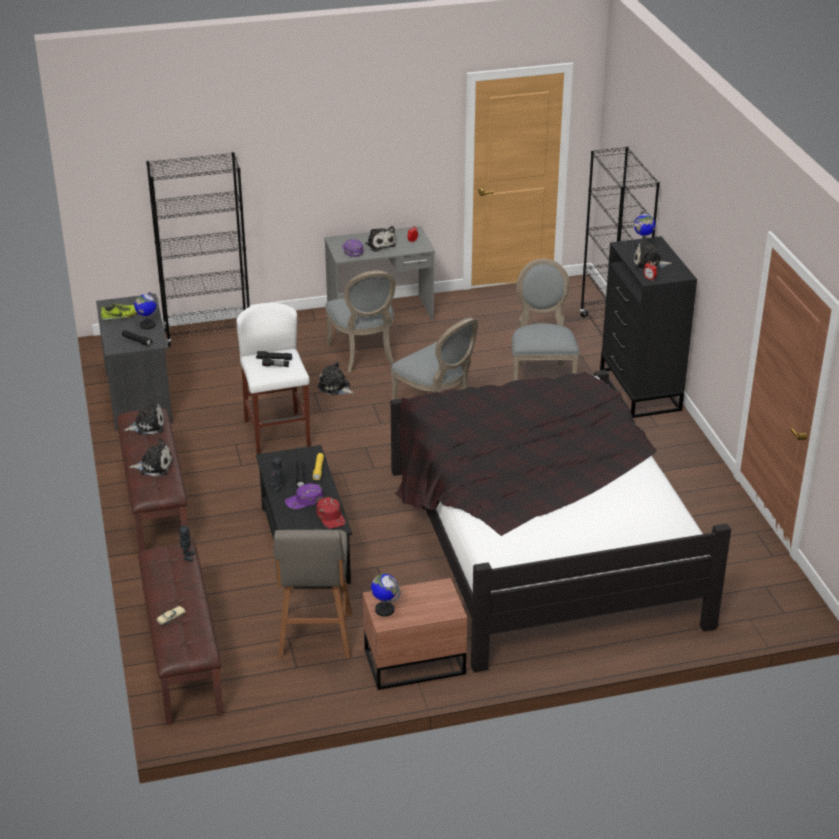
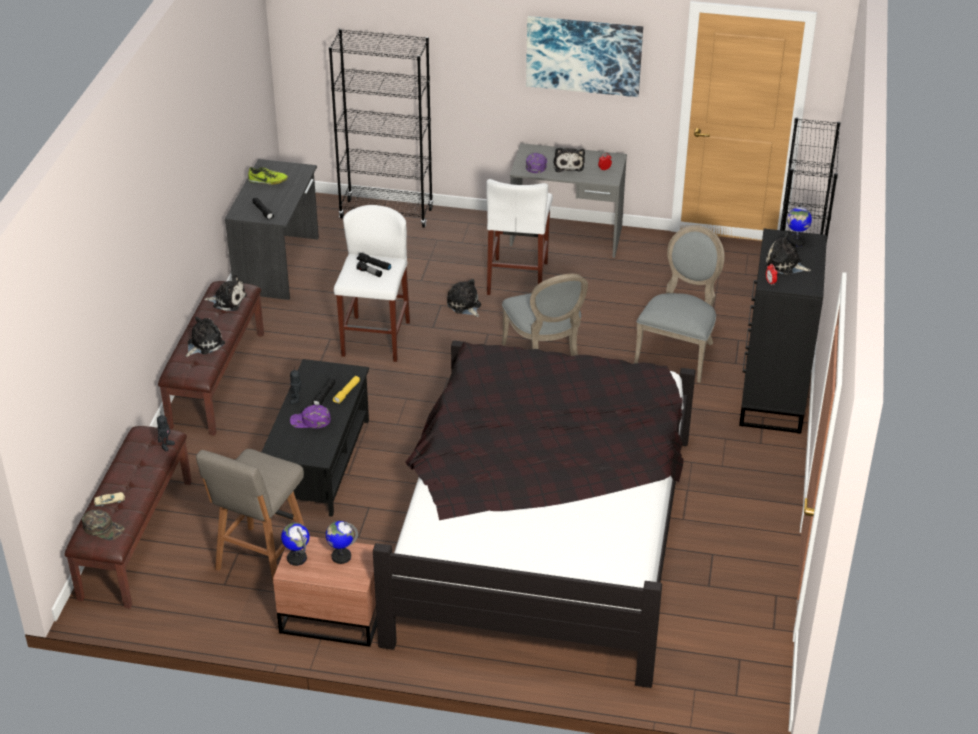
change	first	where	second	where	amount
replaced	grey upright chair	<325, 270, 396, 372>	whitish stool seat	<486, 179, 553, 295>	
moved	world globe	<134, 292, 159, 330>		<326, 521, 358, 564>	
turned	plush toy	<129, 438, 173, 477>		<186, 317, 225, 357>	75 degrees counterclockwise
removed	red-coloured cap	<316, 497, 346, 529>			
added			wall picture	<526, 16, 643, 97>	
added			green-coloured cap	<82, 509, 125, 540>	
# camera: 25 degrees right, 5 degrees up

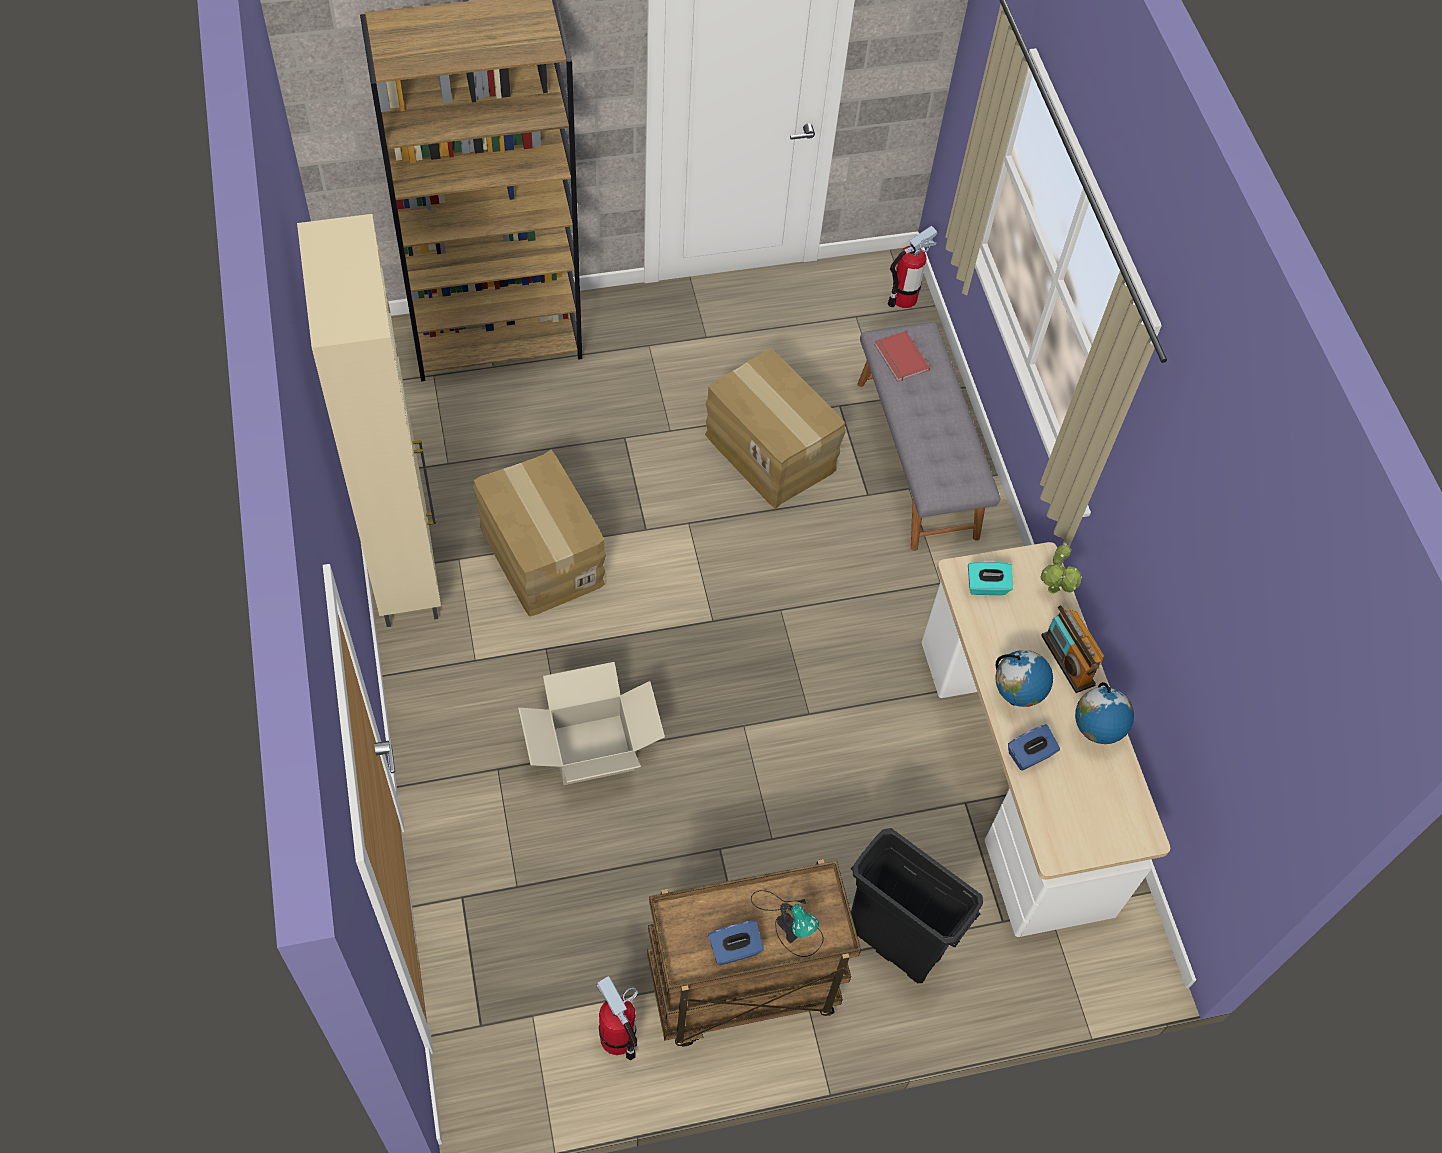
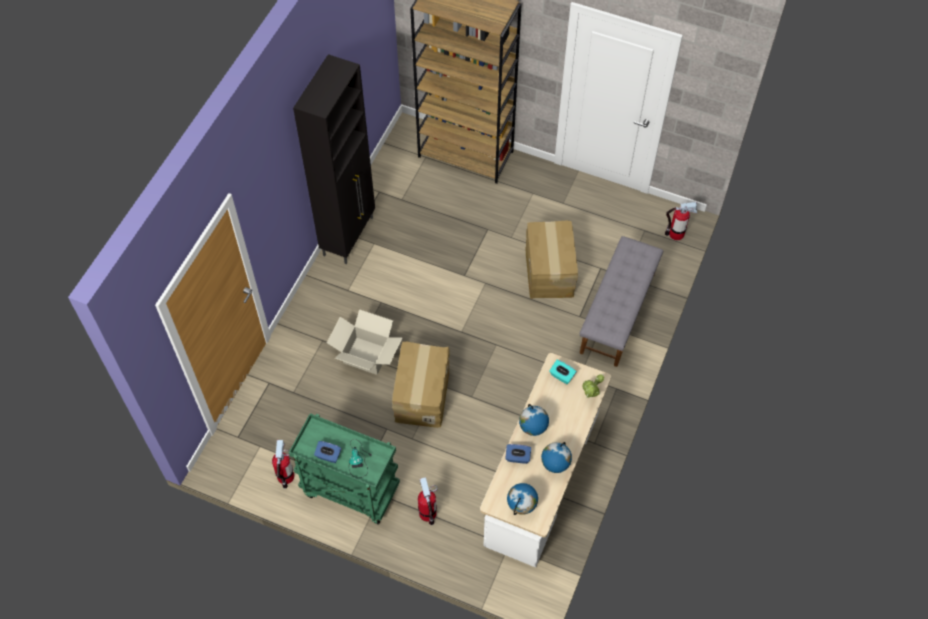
change	first	where	second	where	amount
recoloured	beige-coloured storage cabinet	<297, 214, 441, 627>	black storage cabinet	<293, 54, 375, 264>	
removed	red-coloured book	<874, 331, 930, 382>			
moved	carton	<473, 450, 606, 617>		<392, 342, 450, 428>	
removed	radio receiver	<1041, 605, 1104, 693>			
replaced	black trash can	<851, 828, 983, 983>	fire-fighting cylinder	<418, 477, 438, 525>	
recoloured	brownish cart	<647, 859, 861, 1046>	green-coloured cart	<289, 413, 400, 525>	
added			world globe	<507, 483, 538, 515>	
# camera: 40 degrees right, 0 degrees up

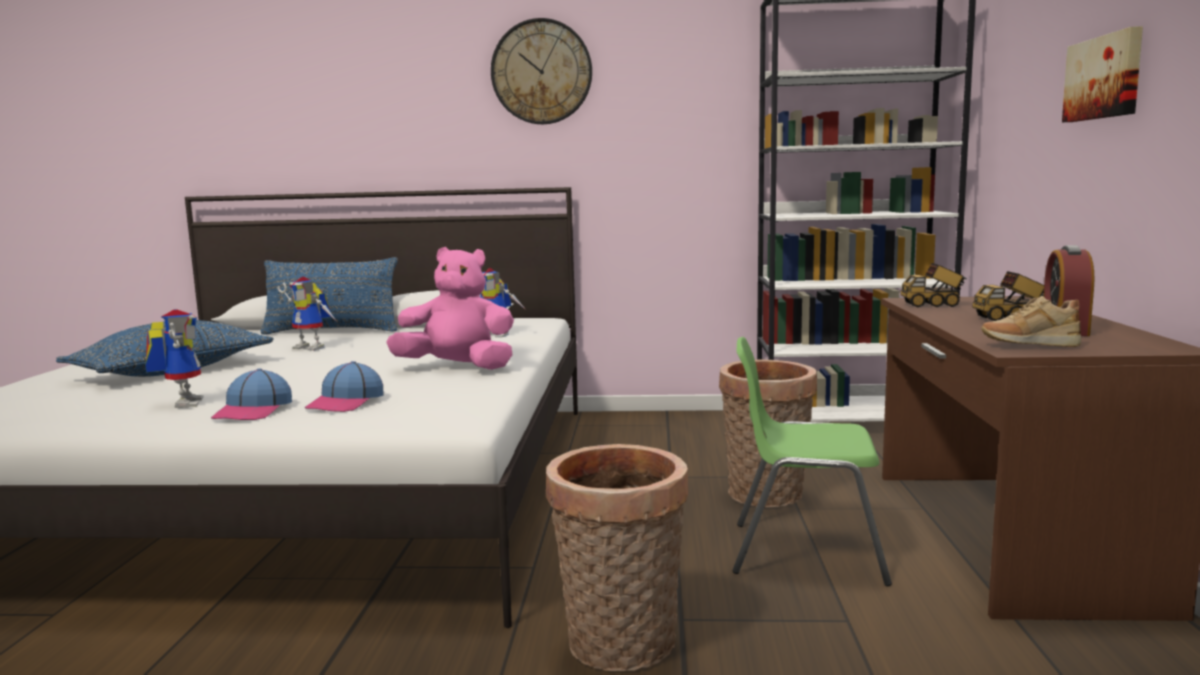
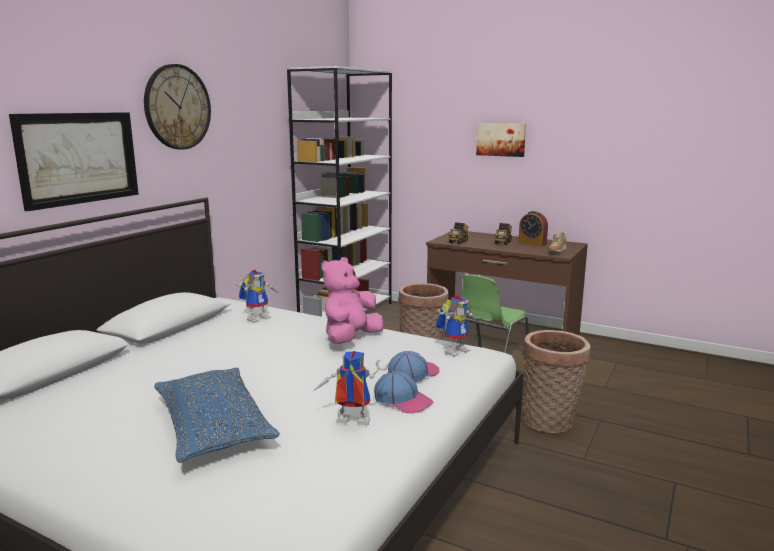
change	first	where	second	where	amount
removed	blue cushion	<260, 257, 398, 335>			
moved	toy robot	<277, 277, 337, 351>		<436, 295, 479, 357>	
turned	cap	<305, 361, 383, 412>		<388, 351, 440, 382>	90 degrees counterclockwise
added			wall picture	<9, 112, 139, 211>	
# camera: 65 degrees left, 5 degrees up

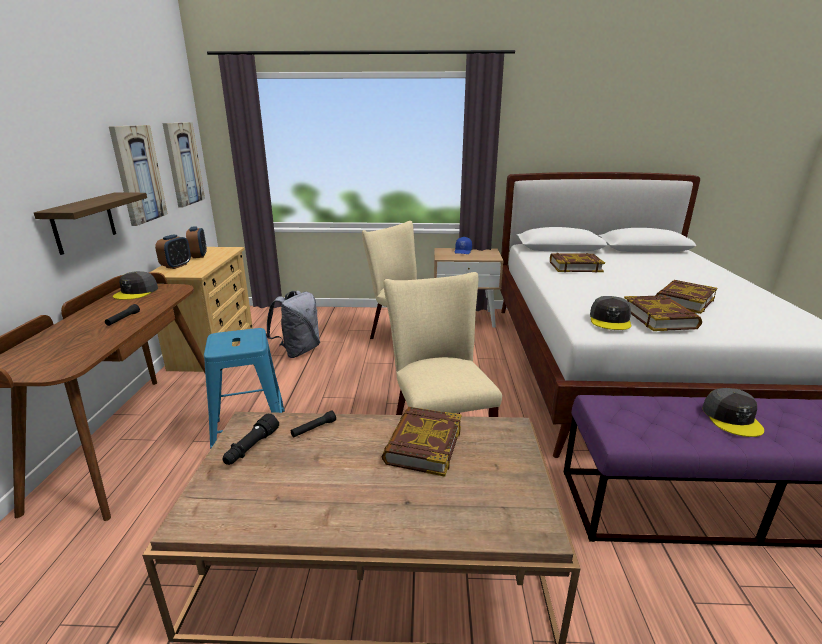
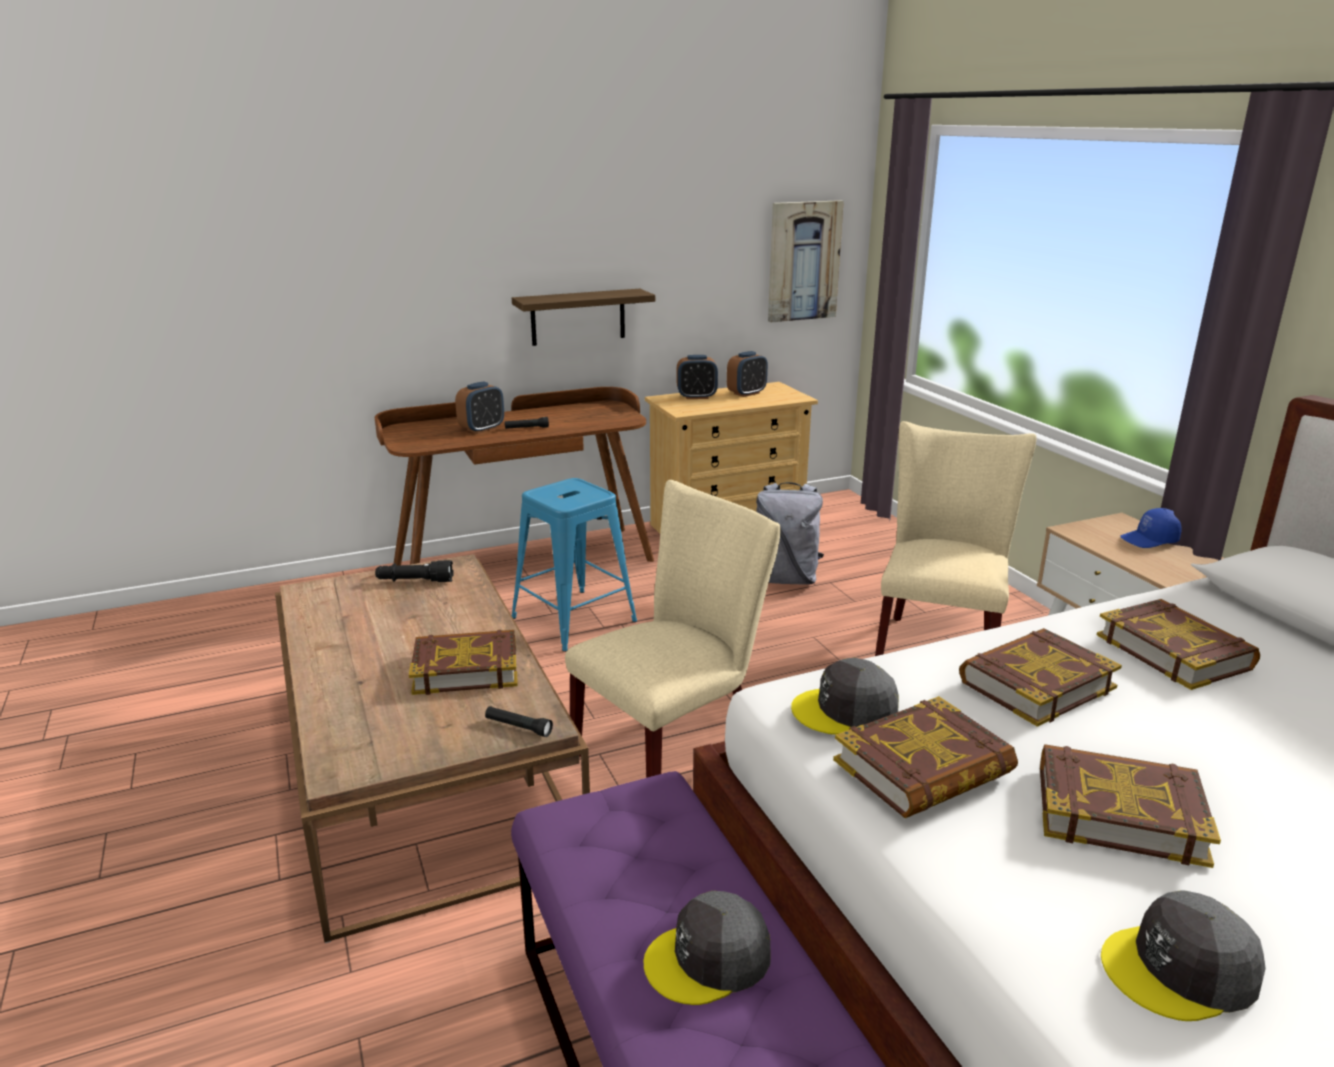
change	first	where	second	where	amount
removed	wall picture	<109, 125, 168, 226>			
moved	grey cap	<113, 271, 158, 300>		<1101, 890, 1266, 1021>	
moved	black hand torch	<291, 410, 336, 437>		<485, 706, 553, 737>	
added			table clock	<455, 381, 504, 434>	
added			book	<959, 628, 1122, 727>	
# camera: 65 degrees right, 0 degrees up

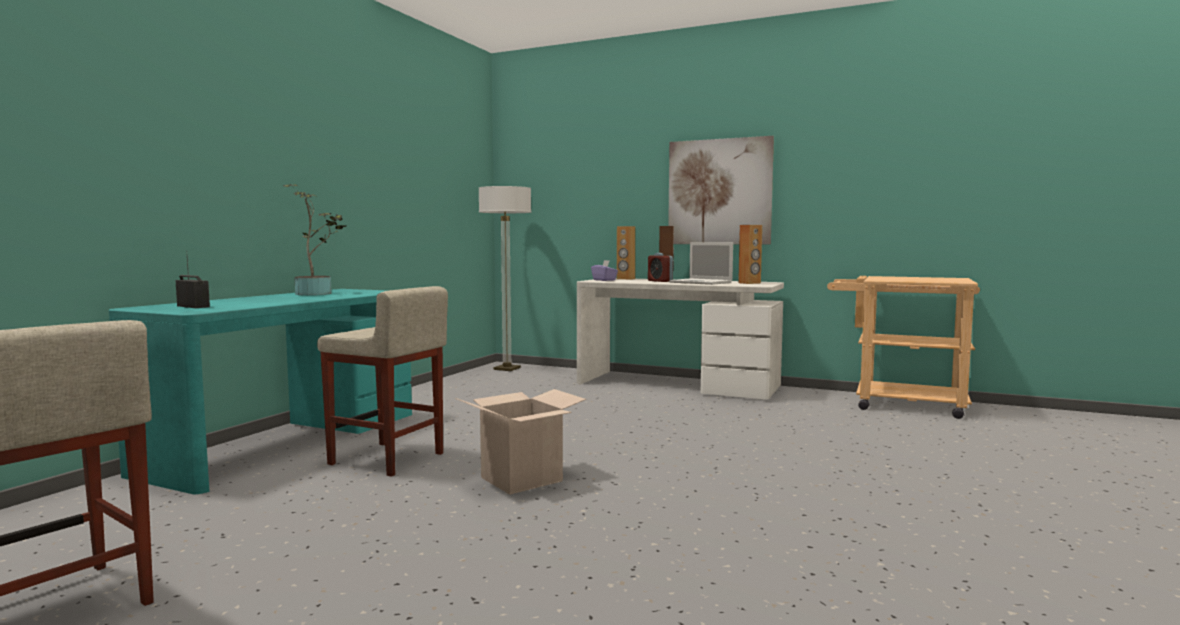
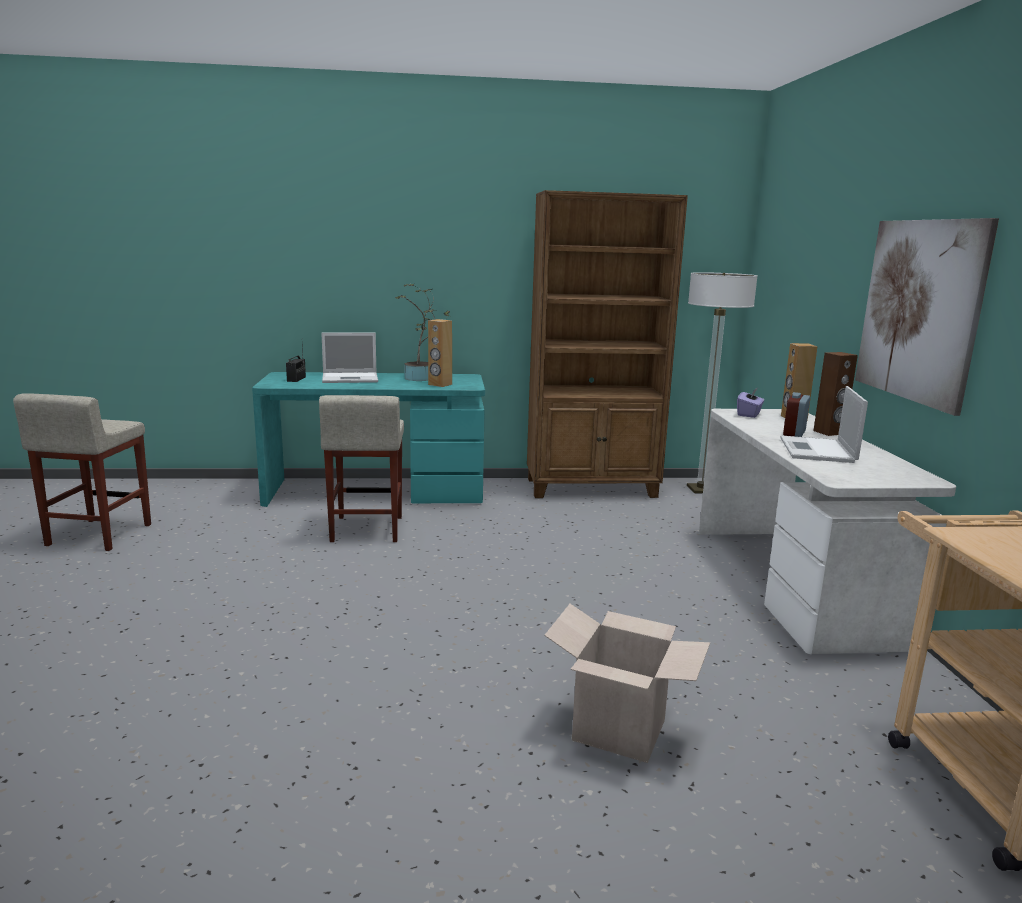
change	first	where	second	where	amount
moved	brownish loudspeaker	<738, 225, 762, 284>		<428, 319, 452, 387>	
moved	carton	<455, 389, 586, 495>		<544, 604, 710, 763>	
added			brownish shelving unit	<527, 190, 688, 498>	
added			portable computer	<321, 333, 378, 383>	
# camera: 60 degrees right, 10 degrees up

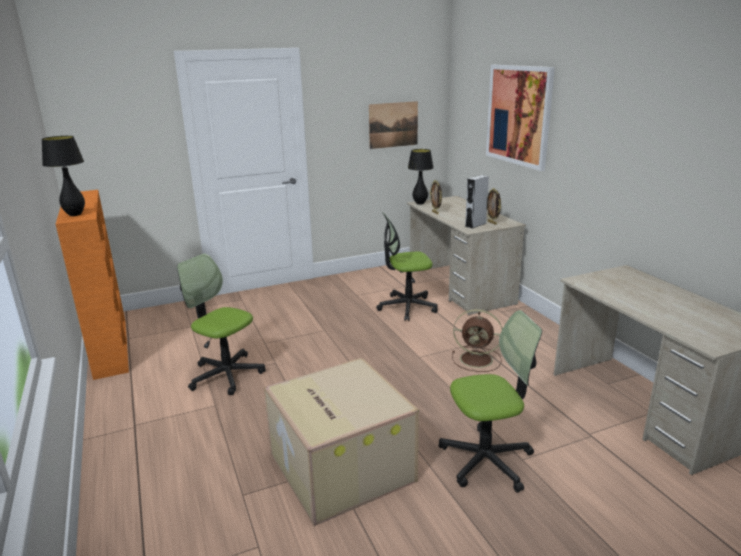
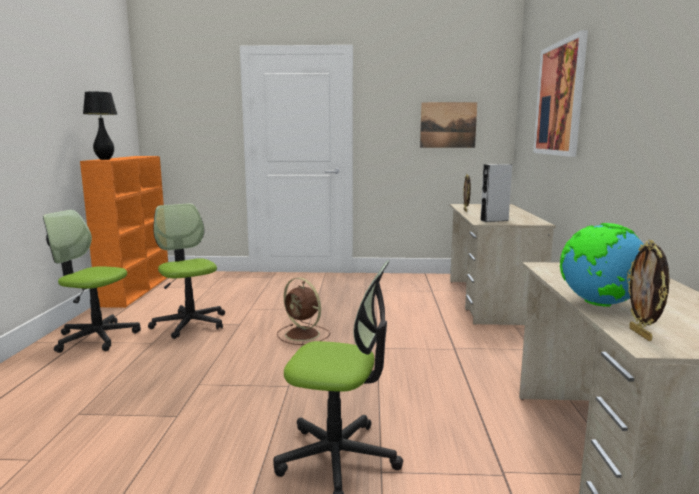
change	first	where	second	where	amount
removed	black lamp for a table	<408, 149, 434, 205>			
moved	standing frame	<487, 188, 501, 225>		<627, 240, 670, 341>	
moved	office chair	<376, 212, 438, 321>		<43, 210, 141, 353>	
moved	brownish fan	<452, 309, 502, 372>		<277, 278, 330, 345>	
removed	carton	<264, 358, 419, 526>			
added			world globe	<560, 223, 643, 307>	
# camera: 25 degrees right, 10 degrees down

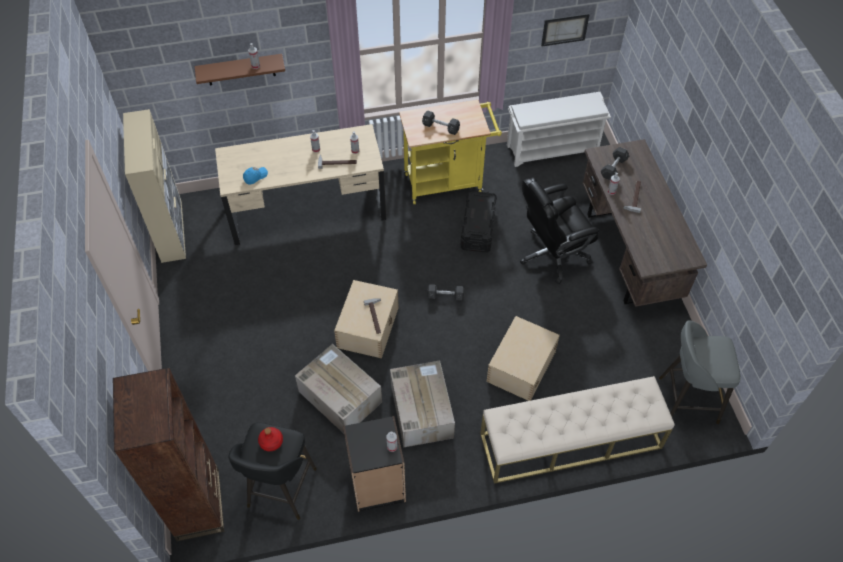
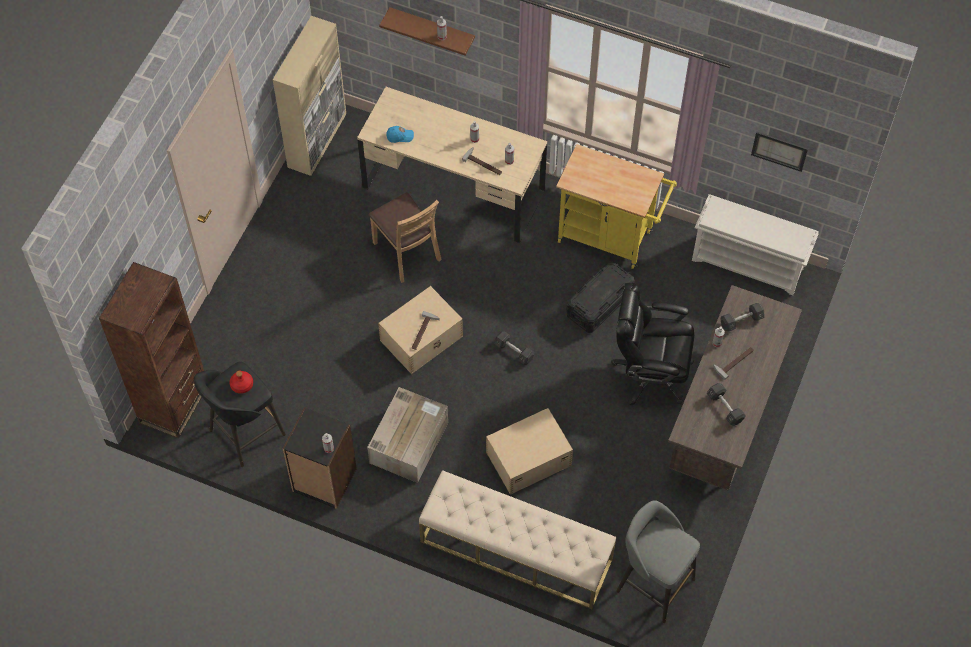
change	first	where	second	where	amount
moved	black free weight	<422, 110, 460, 135>		<707, 383, 746, 426>	
removed	carton	<295, 344, 382, 433>			
added			brownish upright chair	<369, 192, 442, 283>	
# camera: 35 degrees right, 5 degrees up

